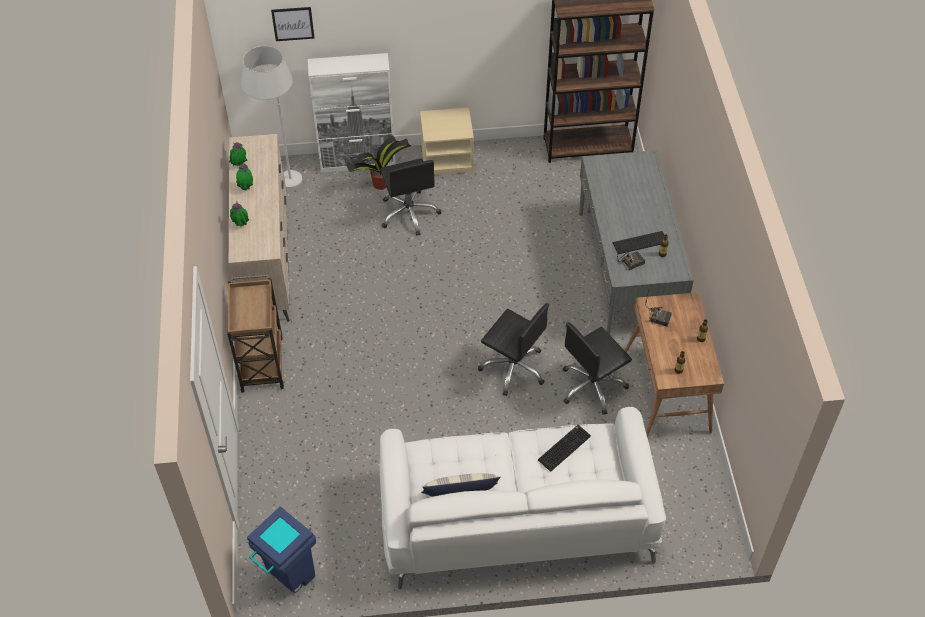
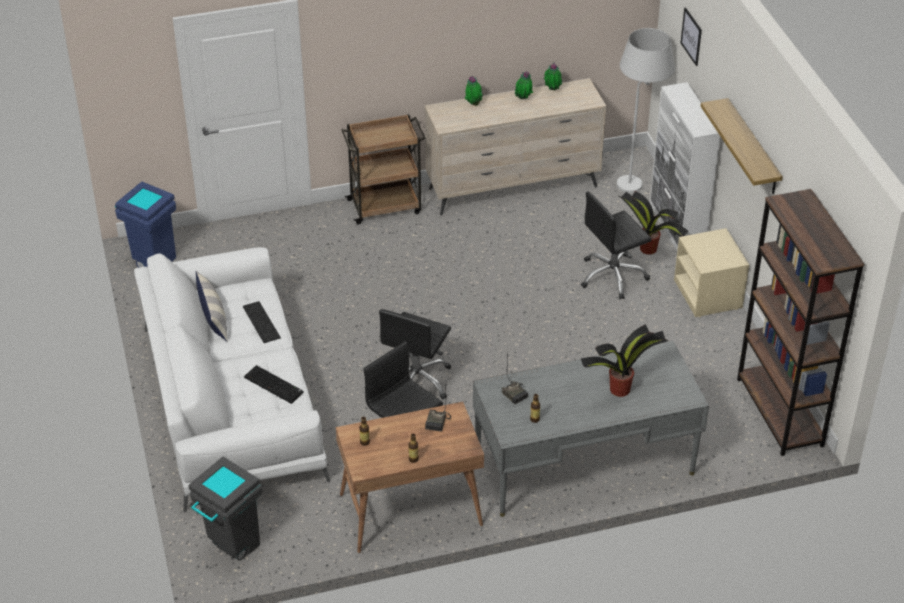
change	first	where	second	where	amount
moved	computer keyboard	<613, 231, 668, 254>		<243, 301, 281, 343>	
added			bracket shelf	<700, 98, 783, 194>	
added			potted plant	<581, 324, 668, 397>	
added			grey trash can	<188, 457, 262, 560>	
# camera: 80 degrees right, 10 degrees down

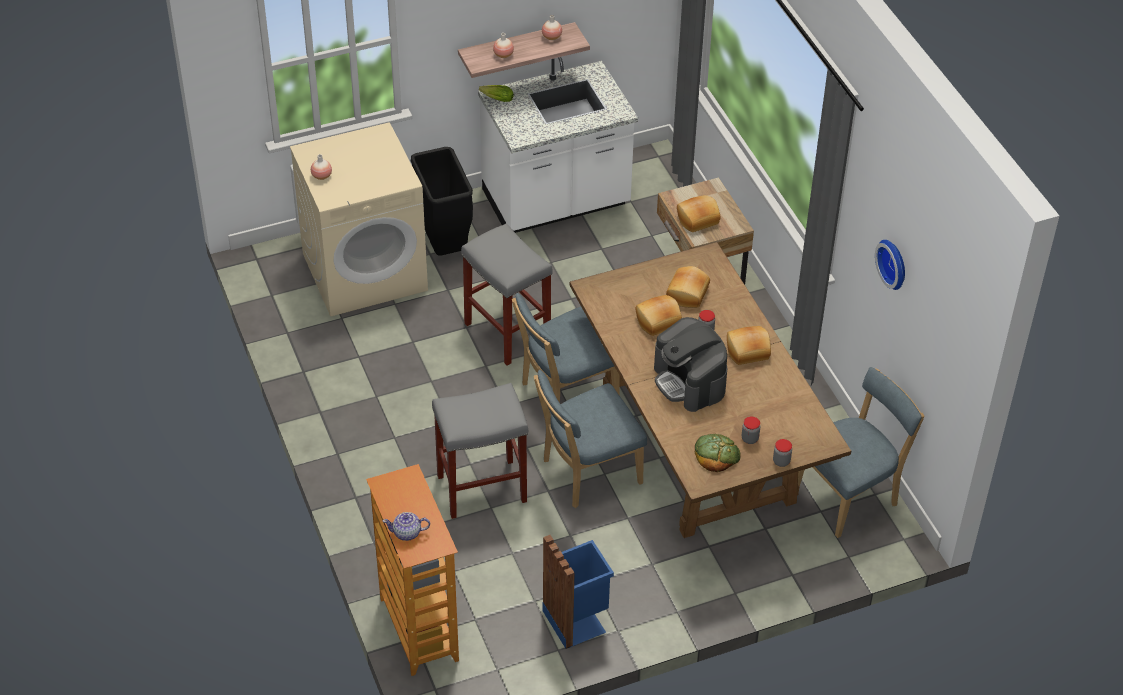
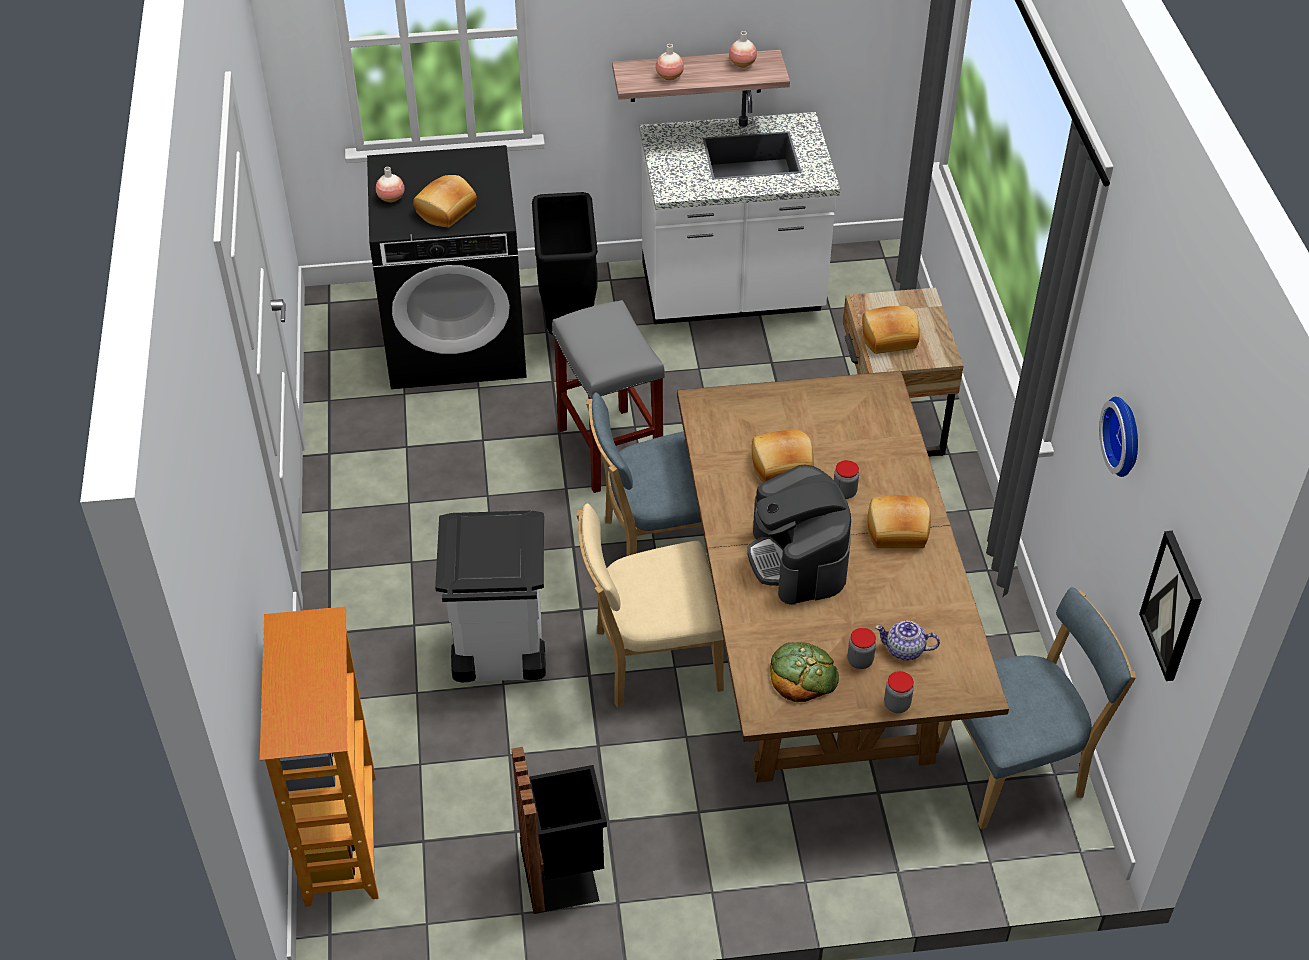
change	first	where	second	where	amount
removed	lettuce head	<479, 85, 514, 102>			
recoloured	beige-coloured laundry appliance	<290, 122, 428, 317>	black laundry appliance	<367, 145, 527, 389>	
moved	baked bread	<666, 266, 710, 308>		<413, 175, 477, 227>	
recoloured	blue upright chair	<534, 370, 647, 508>	beige-coloured upright chair	<576, 503, 724, 708>	
replaced	grey stool seat	<432, 383, 528, 519>	whitish trash can	<435, 511, 546, 682>	
moved	teapot	<383, 512, 430, 541>		<875, 621, 940, 660>	
recoloured	blue trash can	<543, 535, 614, 649>	black trash can	<511, 747, 607, 914>	
added			wall picture	<1139, 531, 1202, 681>	
# camera: 15 degrees right, 0 degrees up

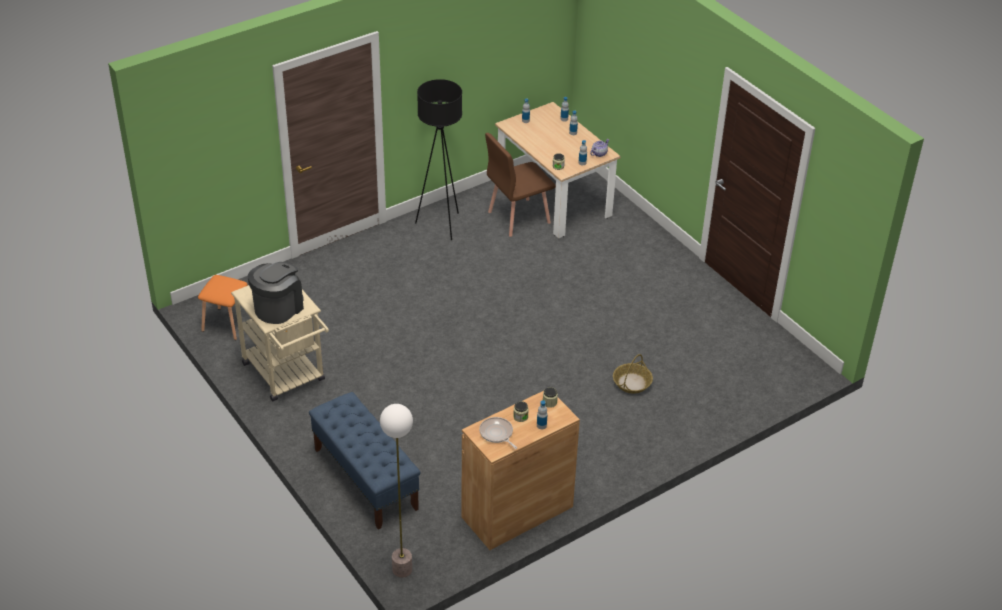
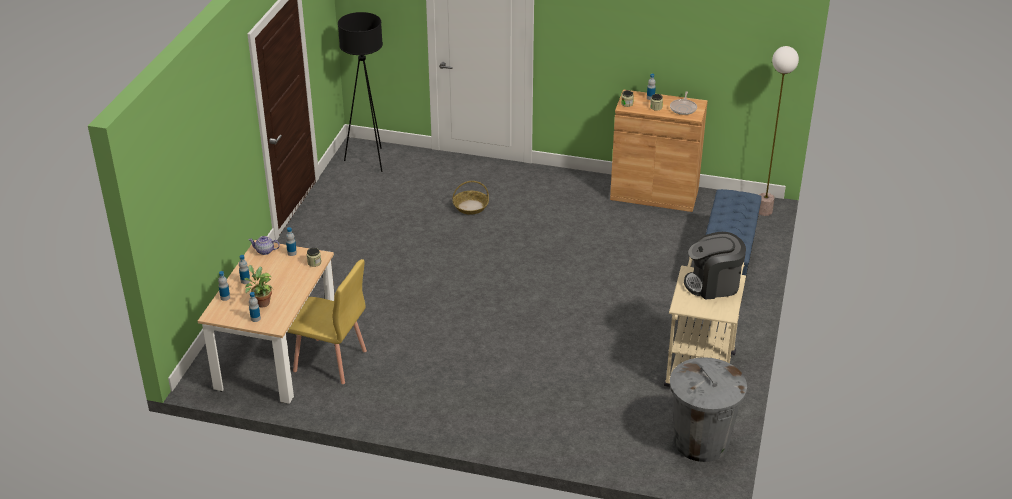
change	first	where	second	where	amount
moved	black standing lamp	<415, 79, 462, 240>		<338, 12, 383, 172>	
recoloured	brownish upright chair	<485, 133, 556, 237>	yellowish upright chair	<287, 259, 367, 384>	
replaced	orange-coloured stool seat	<198, 275, 251, 340>	grey trash can	<670, 357, 747, 462>	
added			potted plant	<244, 265, 273, 308>	
# camera: 130 degrees left, 5 degrees down

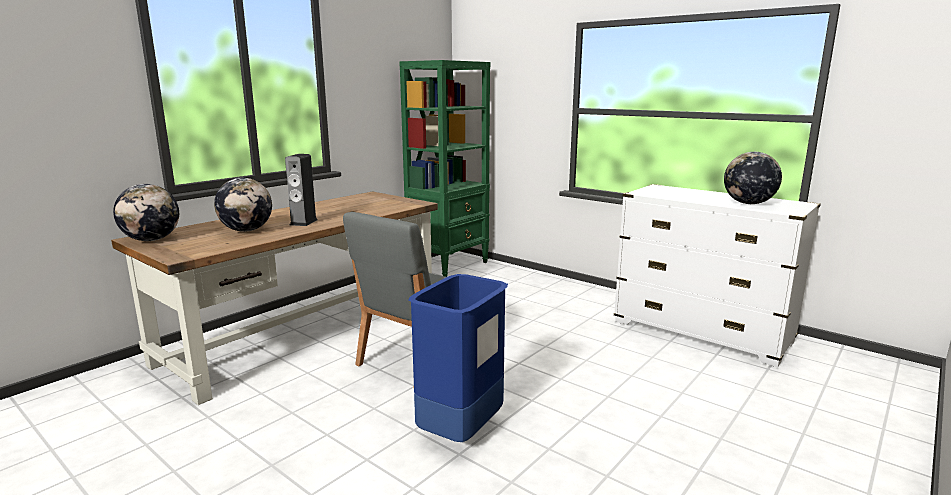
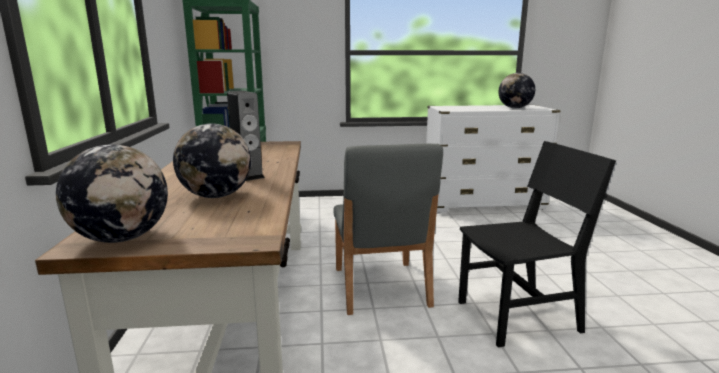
change	first	where	second	where	amount
replaced	blue trash can	<408, 274, 508, 442>	black upright chair	<458, 141, 616, 348>	
# camera: 45 degrees left, 0 degrees up

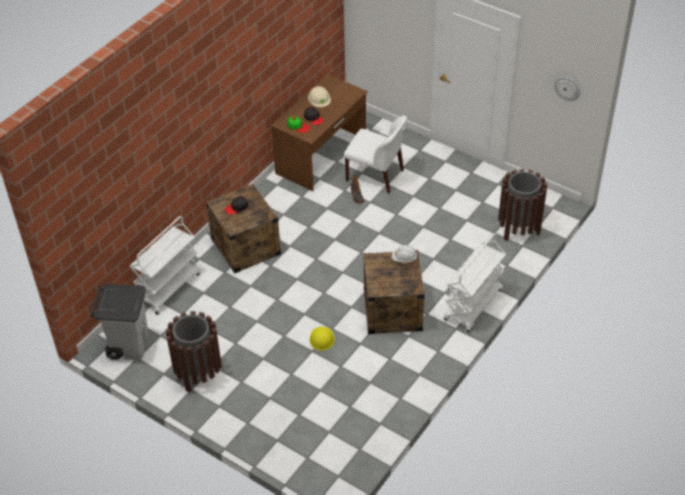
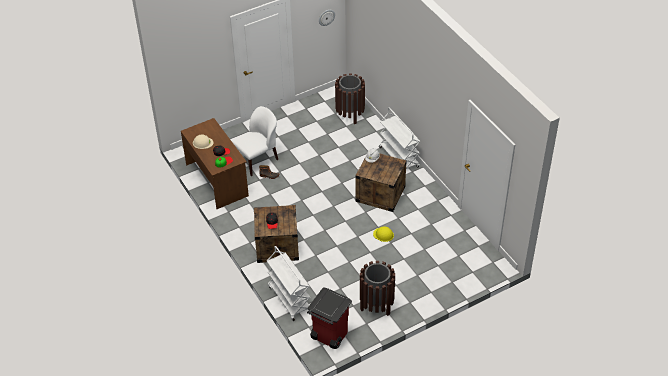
change	first	where	second	where	amount
recoloured	grey trash can	<90, 284, 149, 360>	red-coloured trash can	<307, 287, 352, 349>	
# camera: 65 degrees left, 0 degrees up

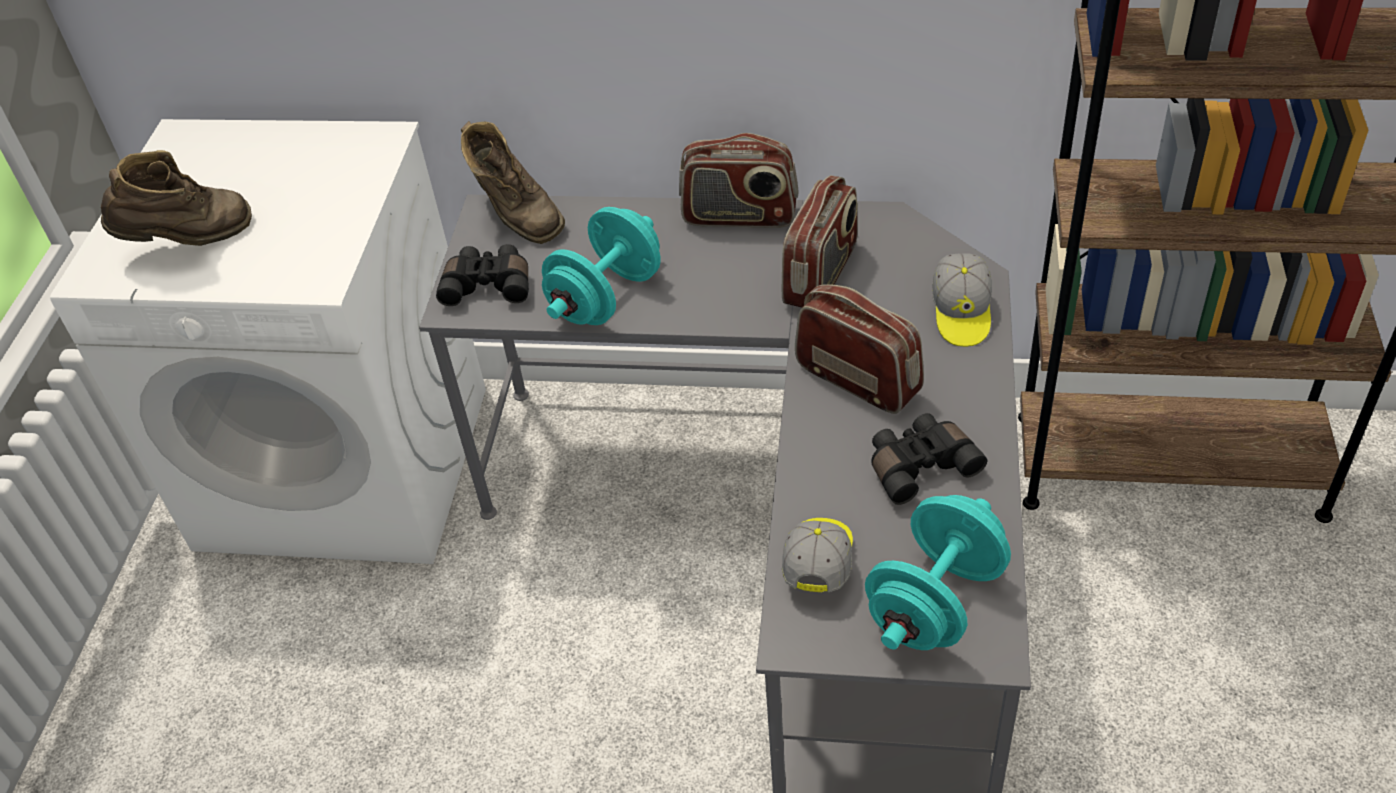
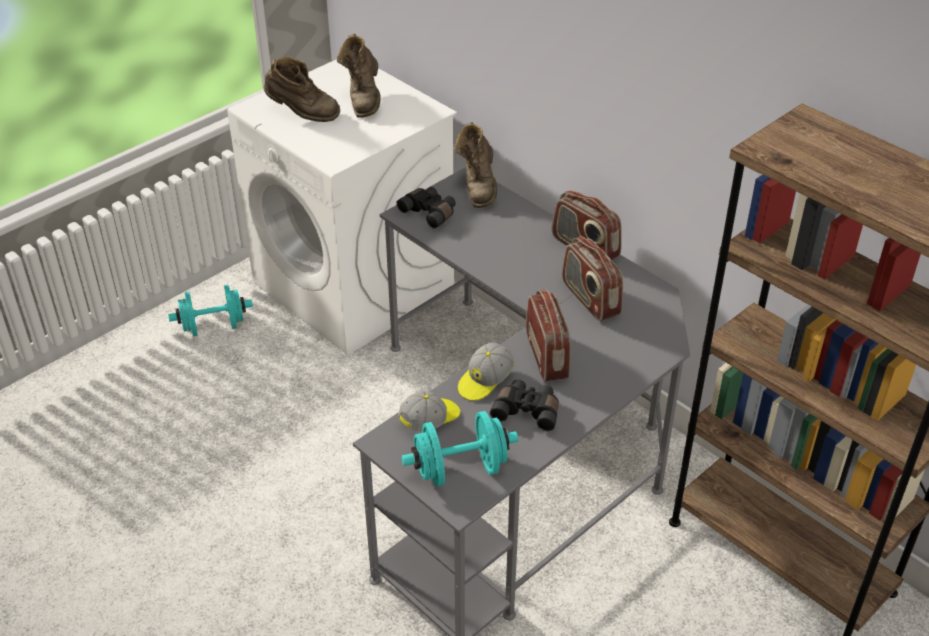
change	first	where	second	where	amount
turned	radio receiver	<782, 175, 858, 308>		<562, 236, 623, 321>	90 degrees clockwise
moved	blue-green free weight	<542, 207, 661, 325>		<168, 285, 253, 336>	
moved	cap	<932, 253, 992, 347>		<458, 342, 514, 401>	
added			brownish tall boot	<337, 34, 381, 118>	
# camera: 35 degrees right, 5 degrees down

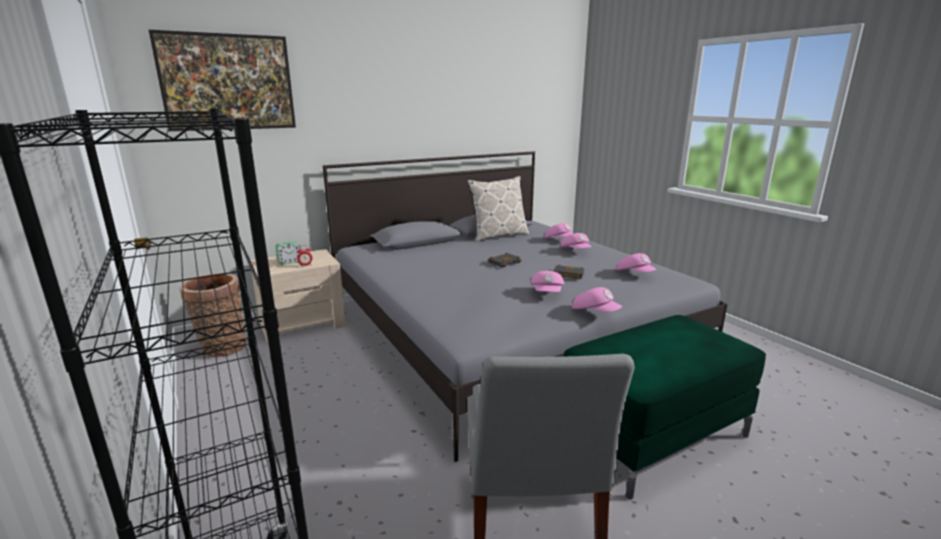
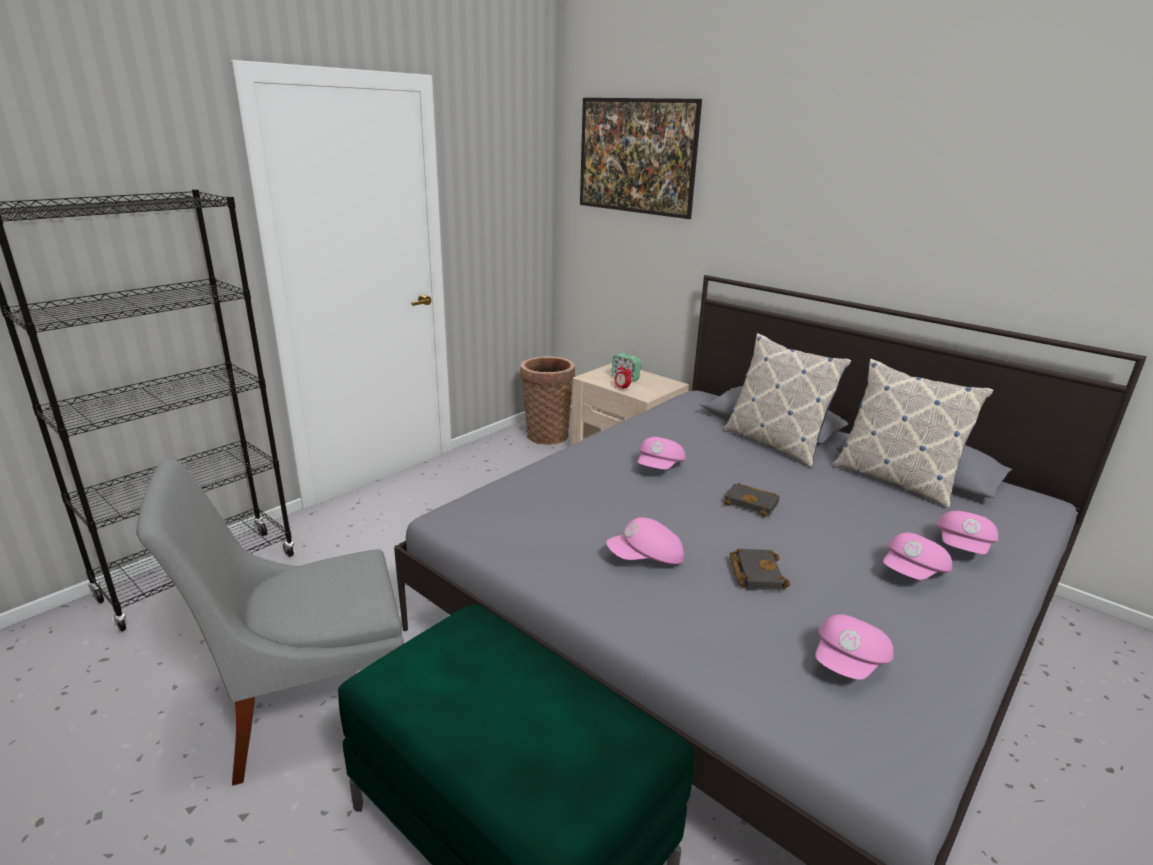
change	first	where	second	where	amount
moved	pink-coloured cap	<572, 287, 622, 312>		<637, 437, 686, 469>	
added			cushion	<723, 333, 851, 468>	
# camera: 70 degrees right, 5 degrees up

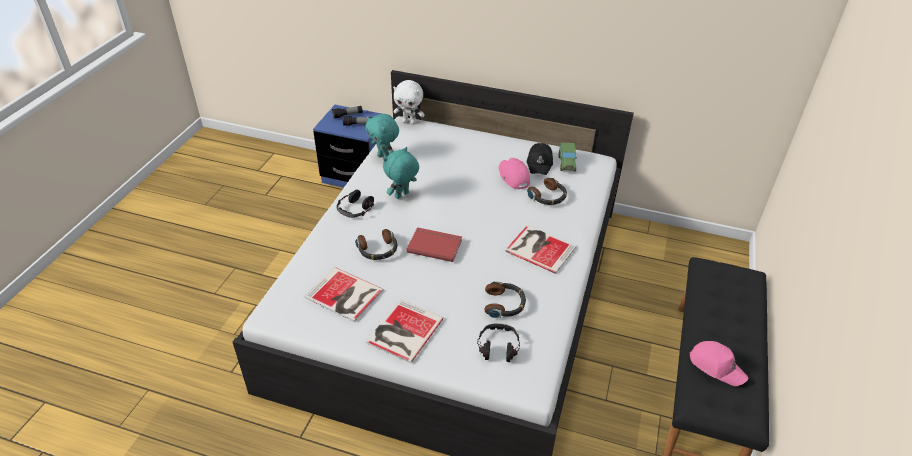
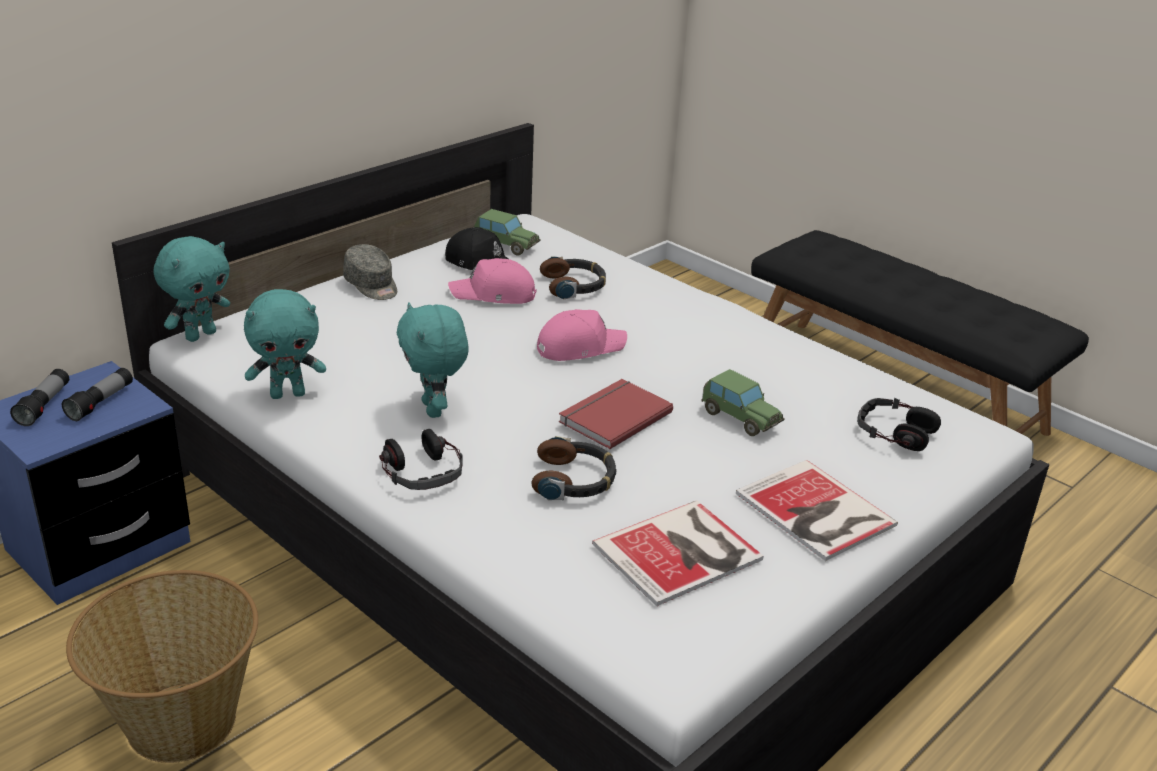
change	first	where	second	where	amount
recoloured	whitish plush toy	<393, 80, 425, 124>	blue-green plush toy	<153, 236, 230, 342>	
removed	book	<505, 225, 576, 274>			
removed	pair of headphones	<484, 281, 526, 318>			
moved	pink-coloured cap	<689, 341, 748, 386>		<537, 309, 627, 361>	
added			grey cap	<343, 244, 397, 300>	
added			miniature car	<701, 369, 785, 436>	
added			household basket	<66, 570, 258, 763>	
# camera: 65 degrees left, 10 degrees down

